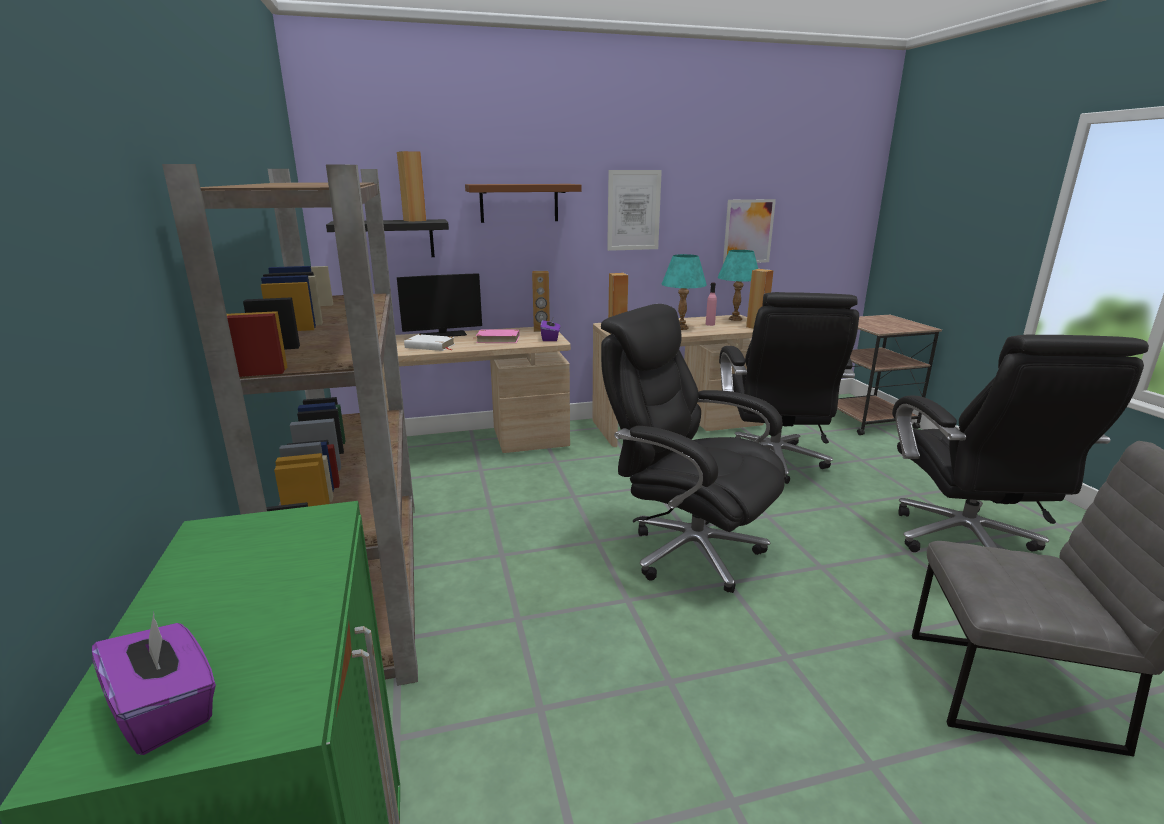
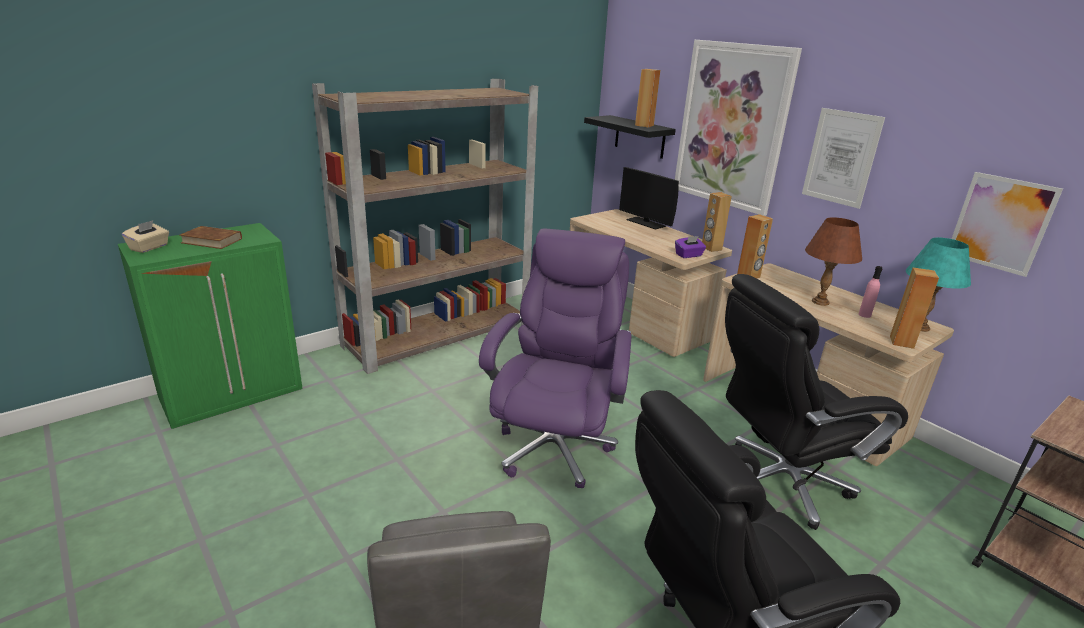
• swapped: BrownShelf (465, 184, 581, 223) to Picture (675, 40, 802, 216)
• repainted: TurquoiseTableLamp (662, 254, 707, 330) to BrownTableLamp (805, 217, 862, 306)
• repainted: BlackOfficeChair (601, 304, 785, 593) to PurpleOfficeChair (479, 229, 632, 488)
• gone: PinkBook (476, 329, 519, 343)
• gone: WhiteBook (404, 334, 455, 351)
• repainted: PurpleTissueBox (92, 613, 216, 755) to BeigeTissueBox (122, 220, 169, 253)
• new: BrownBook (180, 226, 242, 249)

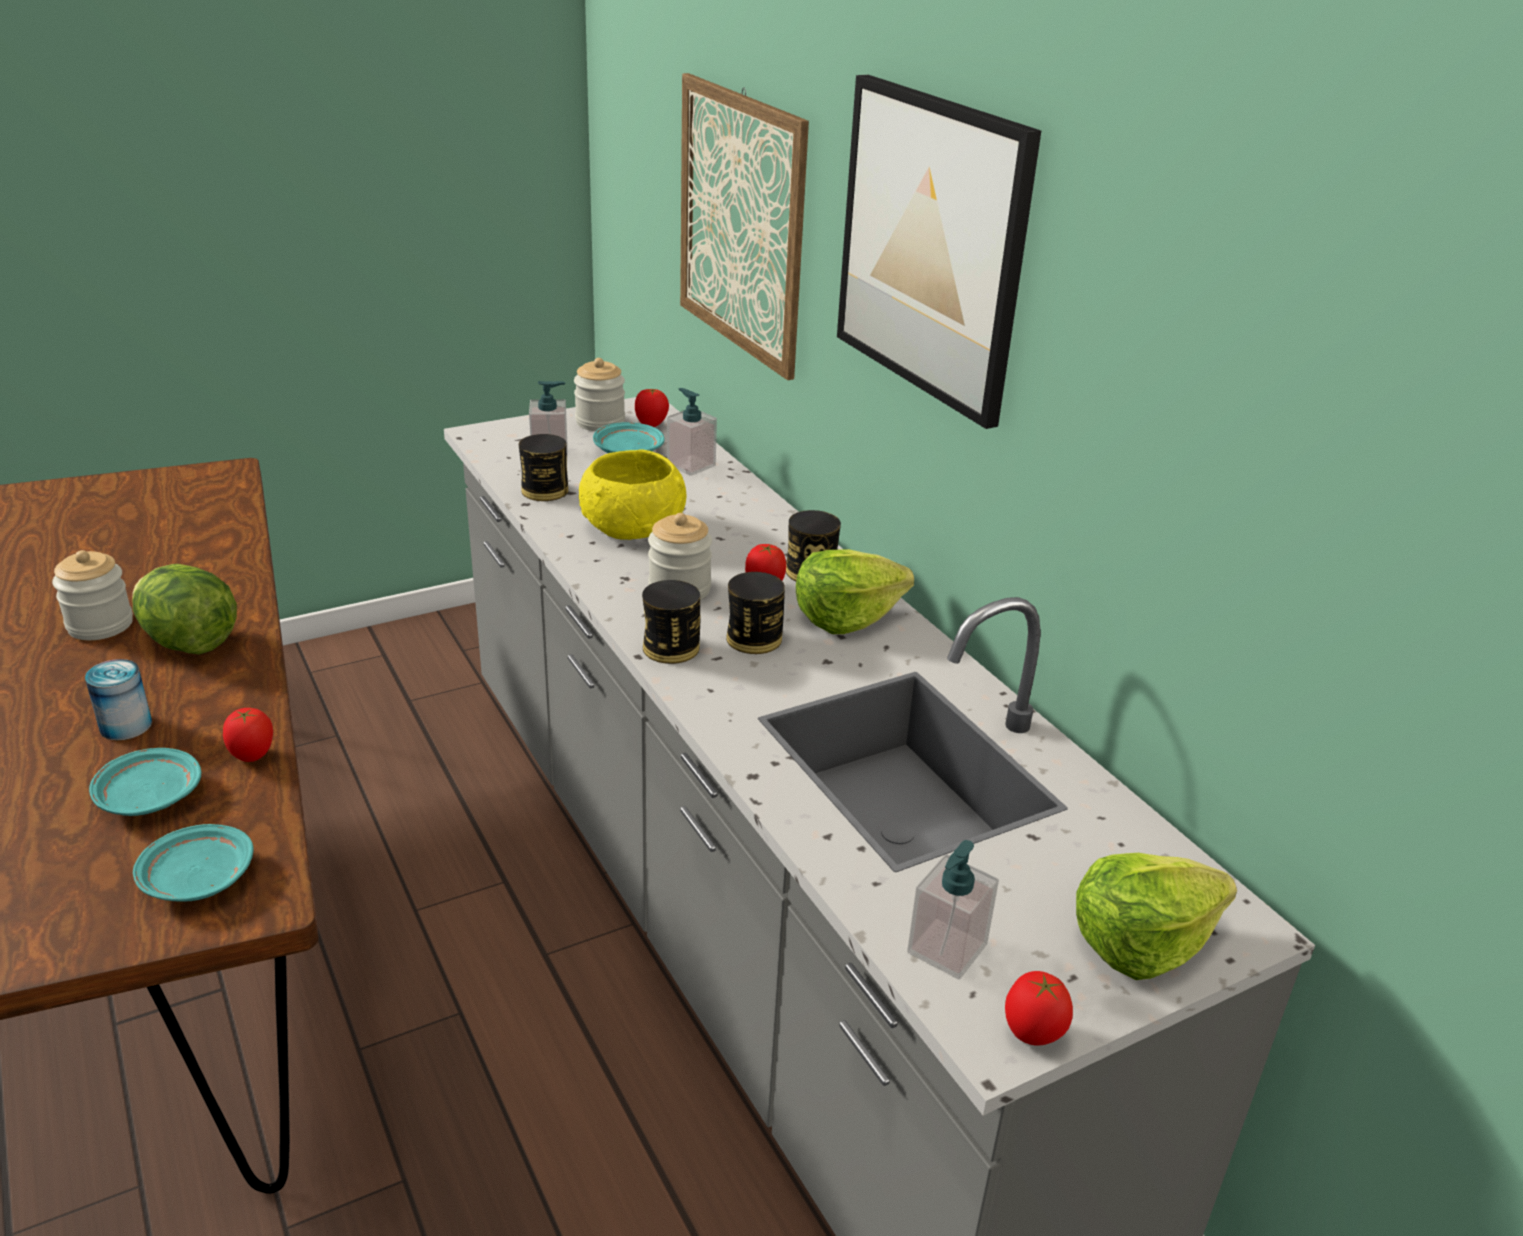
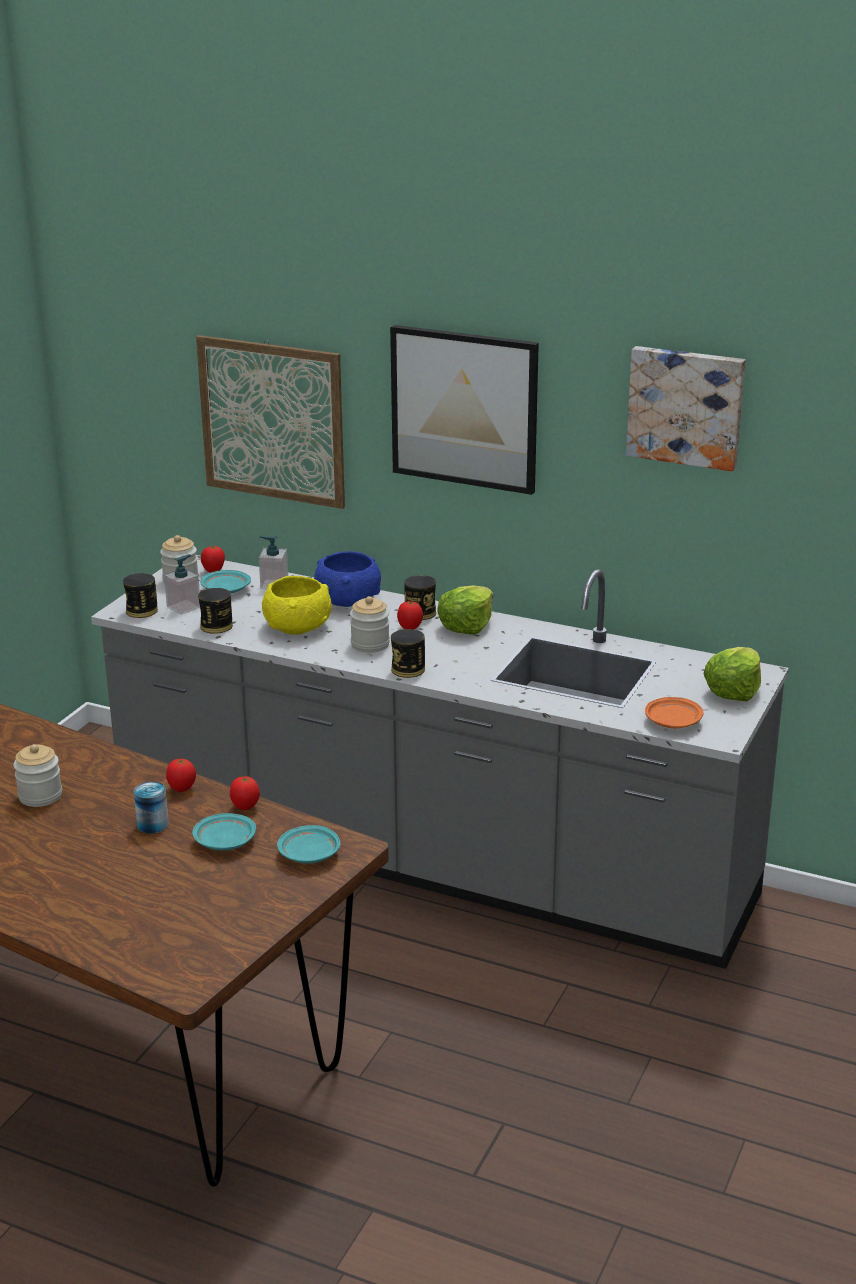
• gone: Lettuce (132, 564, 237, 655)
• shifted: Can (726, 572, 785, 654) to (123, 573, 158, 618)
• swapped: SoapDispenser (907, 840, 999, 980) to OrangePlate (645, 697, 703, 728)
• shifted: Tomato (1005, 971, 1073, 1046) to (166, 759, 196, 792)
• new: Picture (626, 346, 745, 471)
• new: BlueBowl (314, 551, 381, 607)

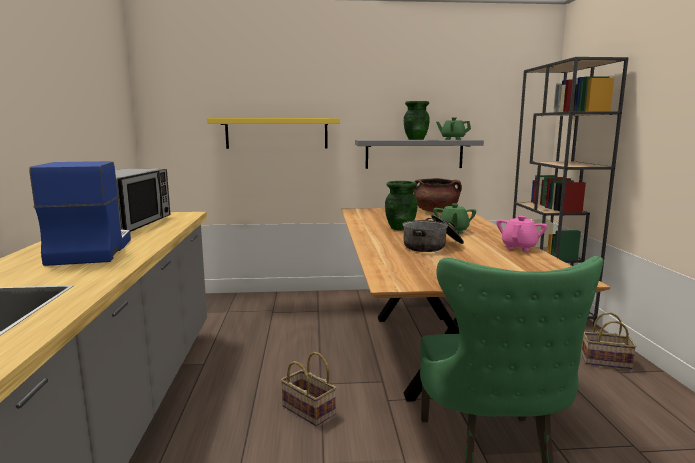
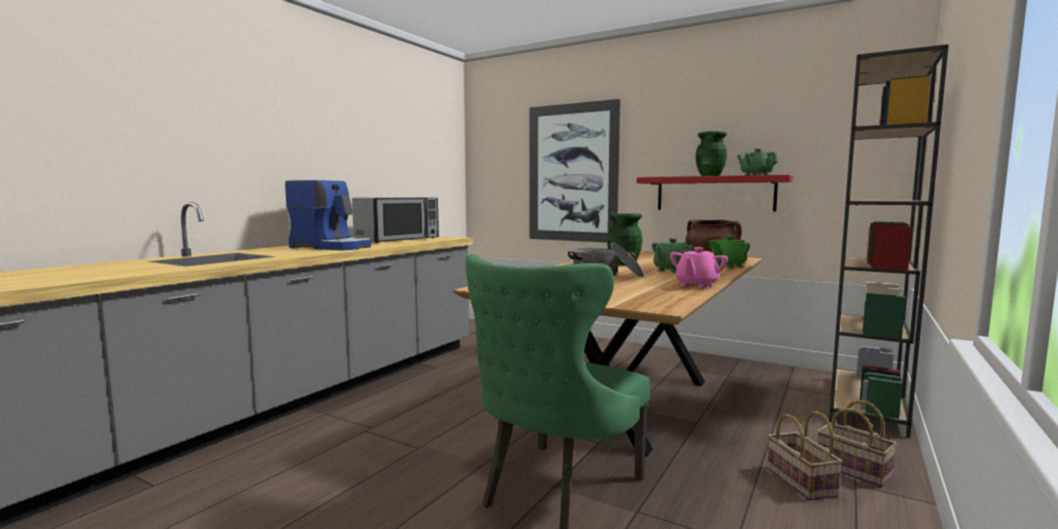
• swapped: YellowShelf (207, 118, 340, 149) to Picture (530, 99, 621, 243)
• repainted: GreyShelf (355, 139, 484, 169) to RedShelf (637, 175, 793, 212)
• rotated: CoffeeMachine (29, 161, 131, 266) = (285, 180, 371, 250) 90 degrees clockwise
• rotated: PinkTeapot (496, 216, 547, 251) = (670, 247, 728, 289) 150 degrees clockwise
• shifted: Basket (281, 352, 336, 426) to (767, 411, 843, 501)
• new: GreenTeapot (710, 236, 750, 268)

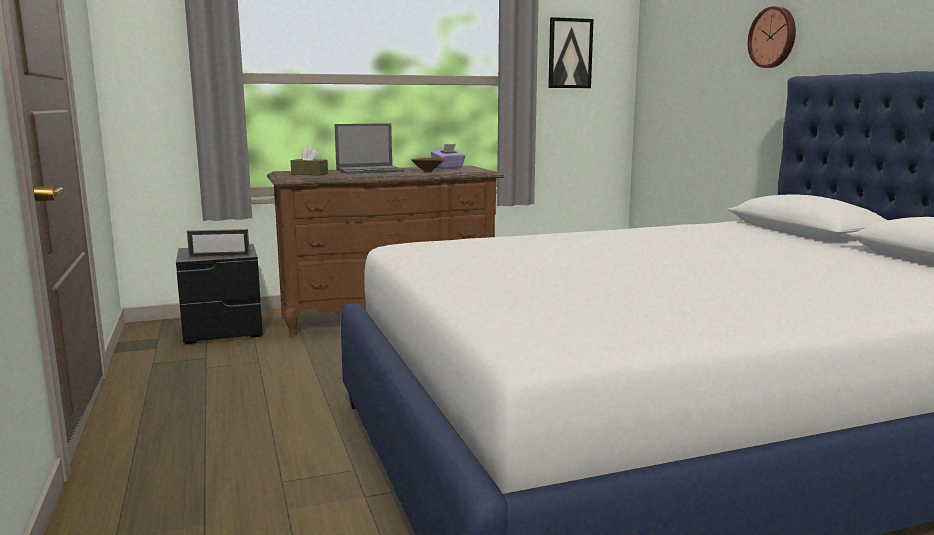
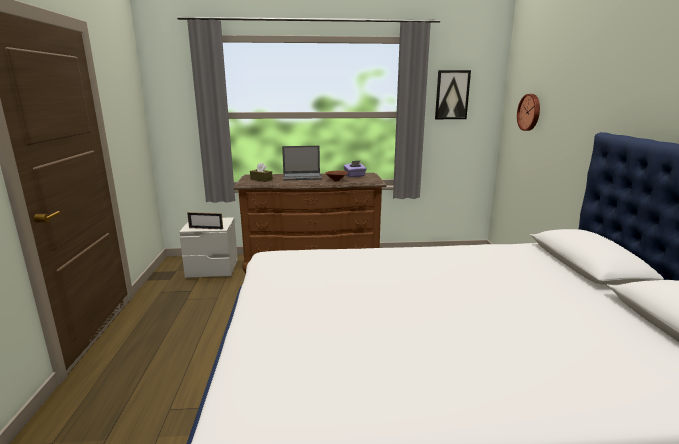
• shifted: WallClock (748, 6, 796, 68) to (517, 94, 540, 131)
• repainted: BlackNightstand (176, 244, 263, 344) to WhiteNightstand (179, 217, 238, 278)

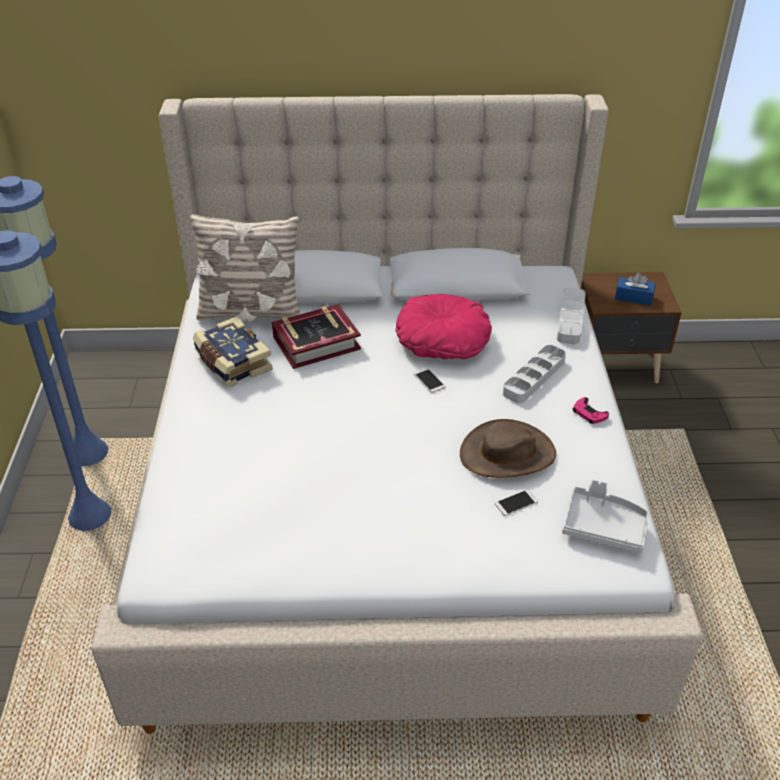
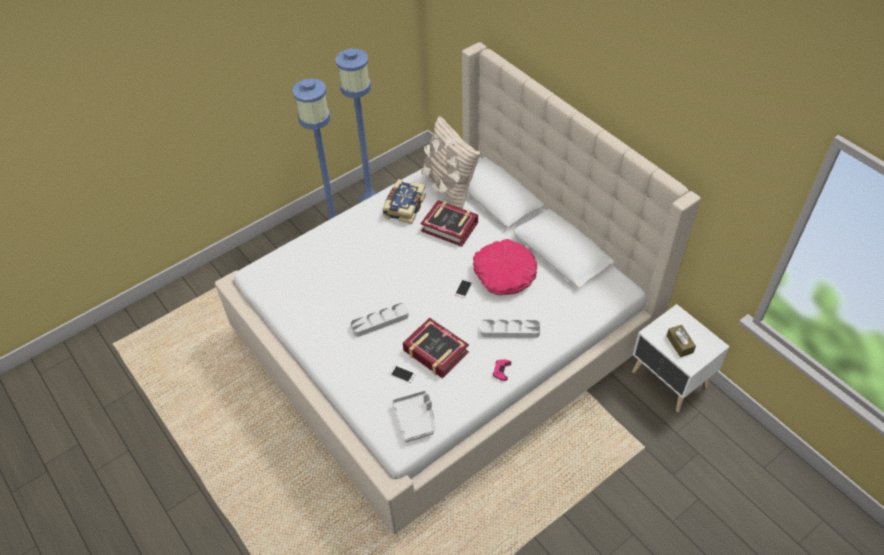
• repainted: BrownNightstand (581, 272, 682, 383) to WhiteNightstand (632, 304, 730, 412)
• repainted: BlueTissueBox (615, 273, 656, 306) to BrownTissueBox (666, 325, 696, 357)
• shifted: GreyTray (557, 288, 586, 345) to (350, 303, 409, 337)
• swapped: BrownHat (460, 419, 556, 478) to Book (403, 318, 469, 379)

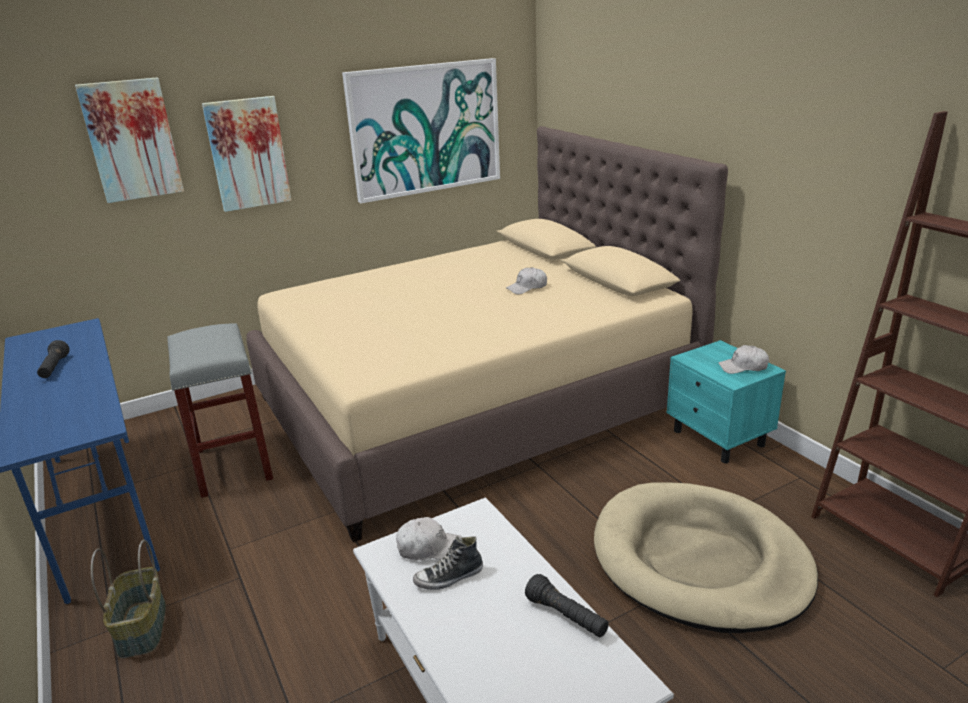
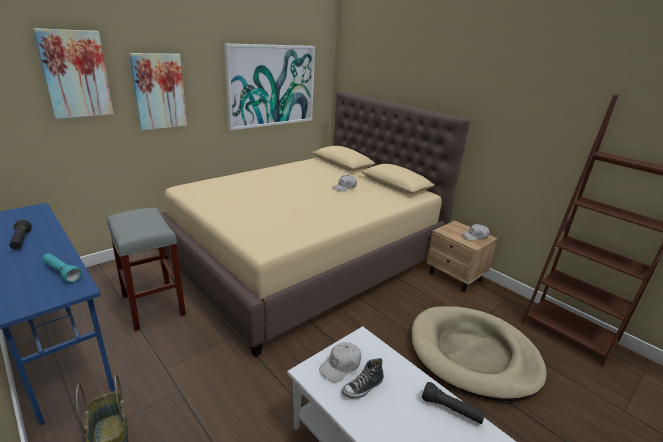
• repainted: TurquoiseNightstand (667, 340, 786, 463) to BeigeNightstand (426, 221, 498, 292)
• rotated: WhiteCap (396, 517, 463, 560) = (319, 342, 361, 383) 150 degrees clockwise
• new: TurquoiseFlashlight (42, 253, 82, 283)

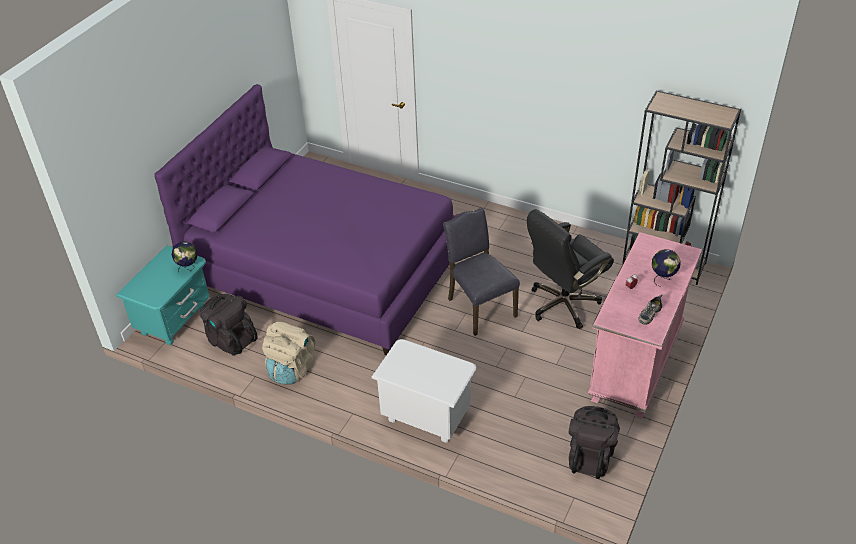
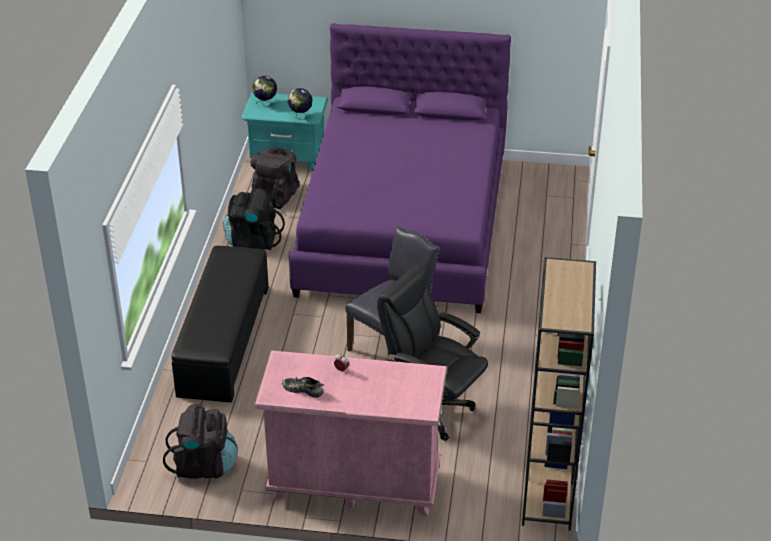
• shifted: Globe (652, 249, 681, 287) to (252, 76, 277, 107)
• repainted: BeigeBackpack (262, 322, 315, 384) to BlackBackpack (223, 189, 285, 250)
• swapped: WhiteNightstand (372, 339, 476, 443) to BlackBench (171, 246, 269, 403)

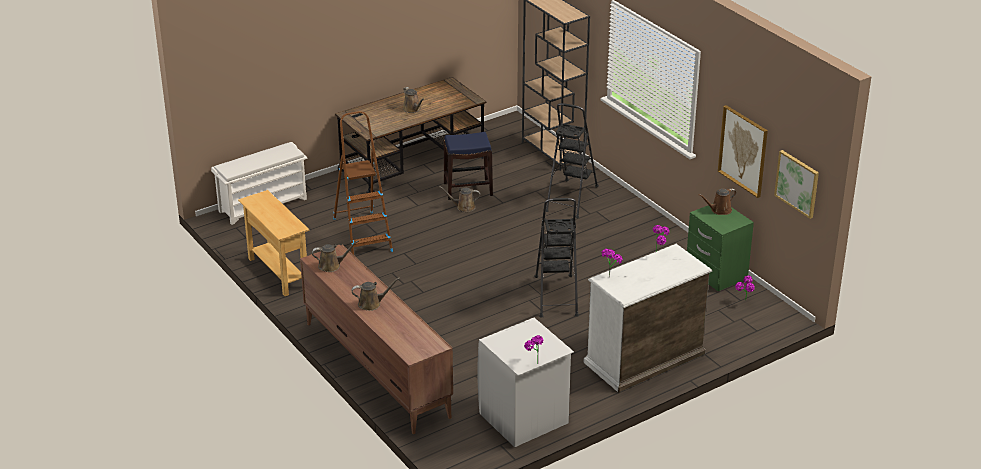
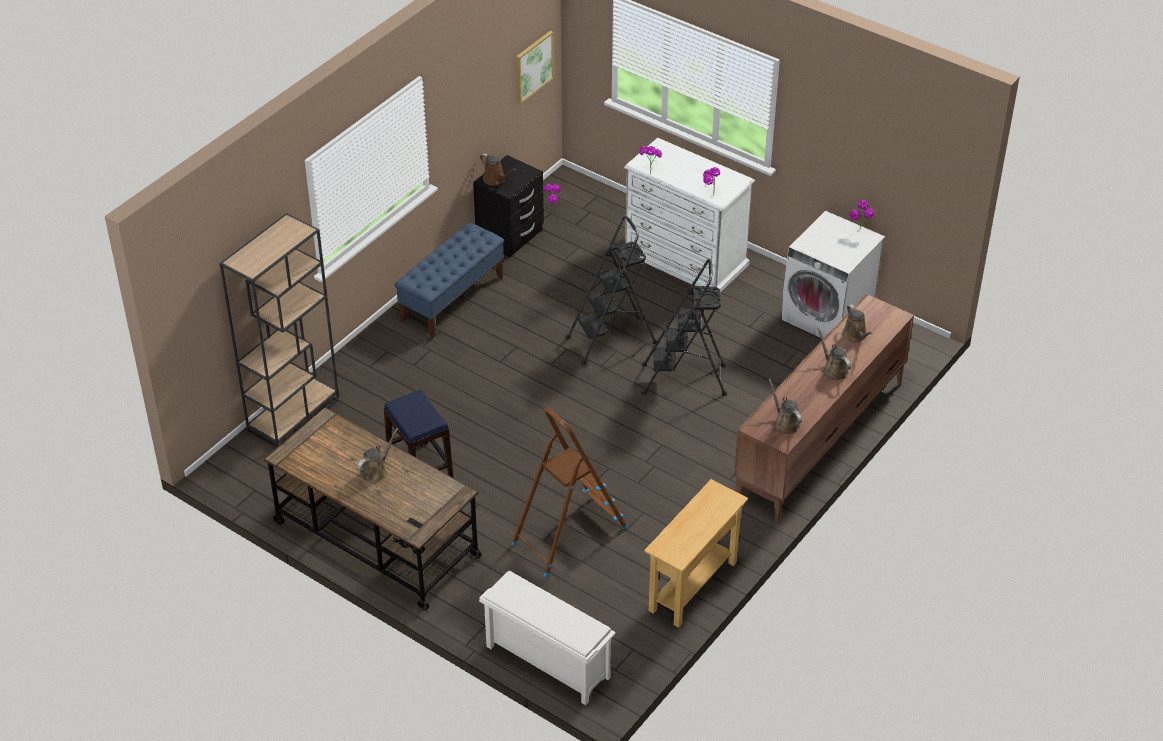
• shifted: StepLadder (546, 103, 599, 218) to (642, 259, 727, 396)
• gone: Picture (718, 105, 768, 198)
• shifted: BrownWateringCan (439, 186, 480, 212) to (842, 304, 873, 342)
• repainted: GreenNightstand (687, 205, 754, 291) to BlackNightstand (473, 155, 544, 257)
• new: BlueBench (395, 223, 504, 338)

